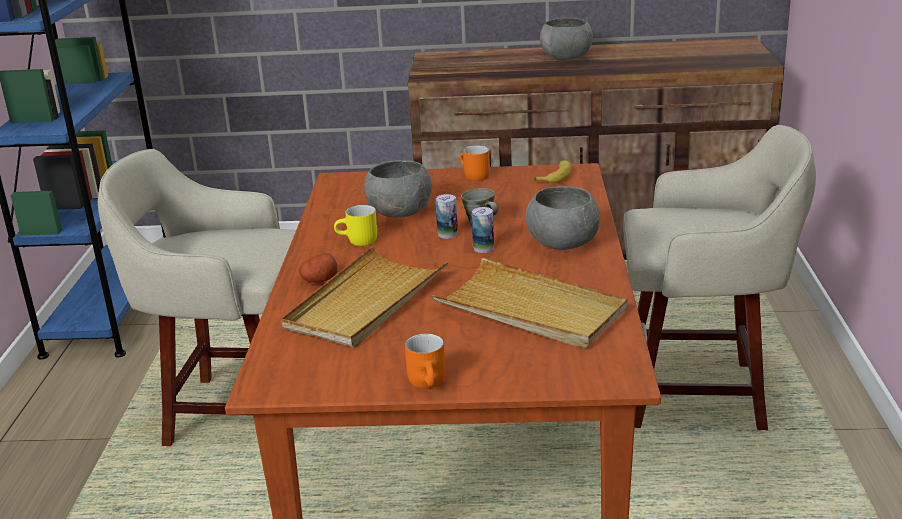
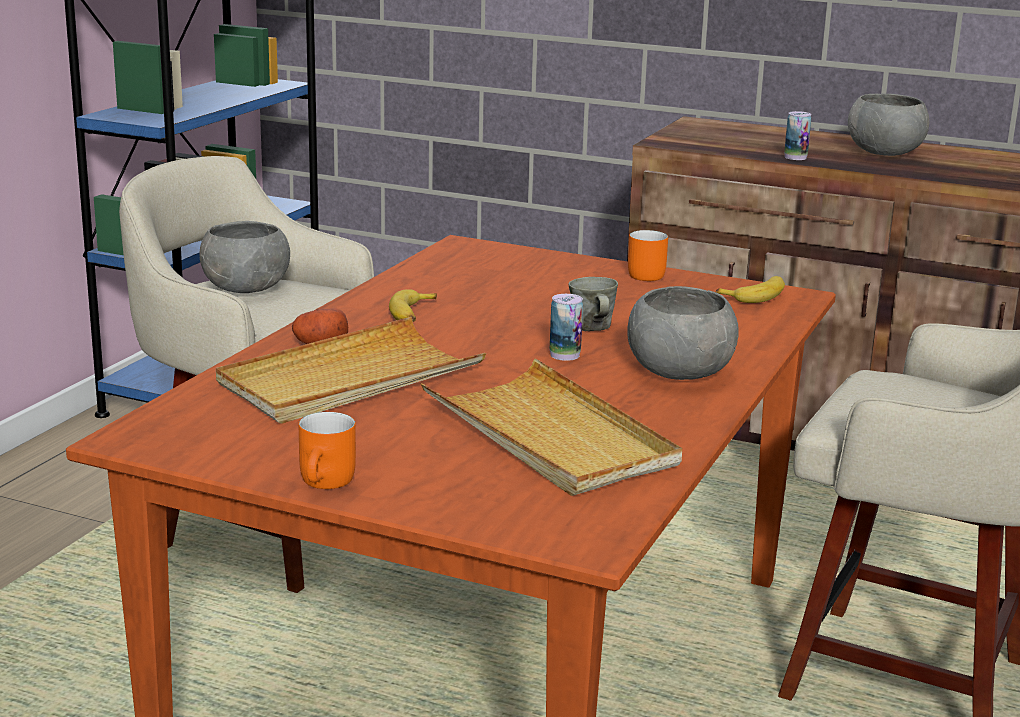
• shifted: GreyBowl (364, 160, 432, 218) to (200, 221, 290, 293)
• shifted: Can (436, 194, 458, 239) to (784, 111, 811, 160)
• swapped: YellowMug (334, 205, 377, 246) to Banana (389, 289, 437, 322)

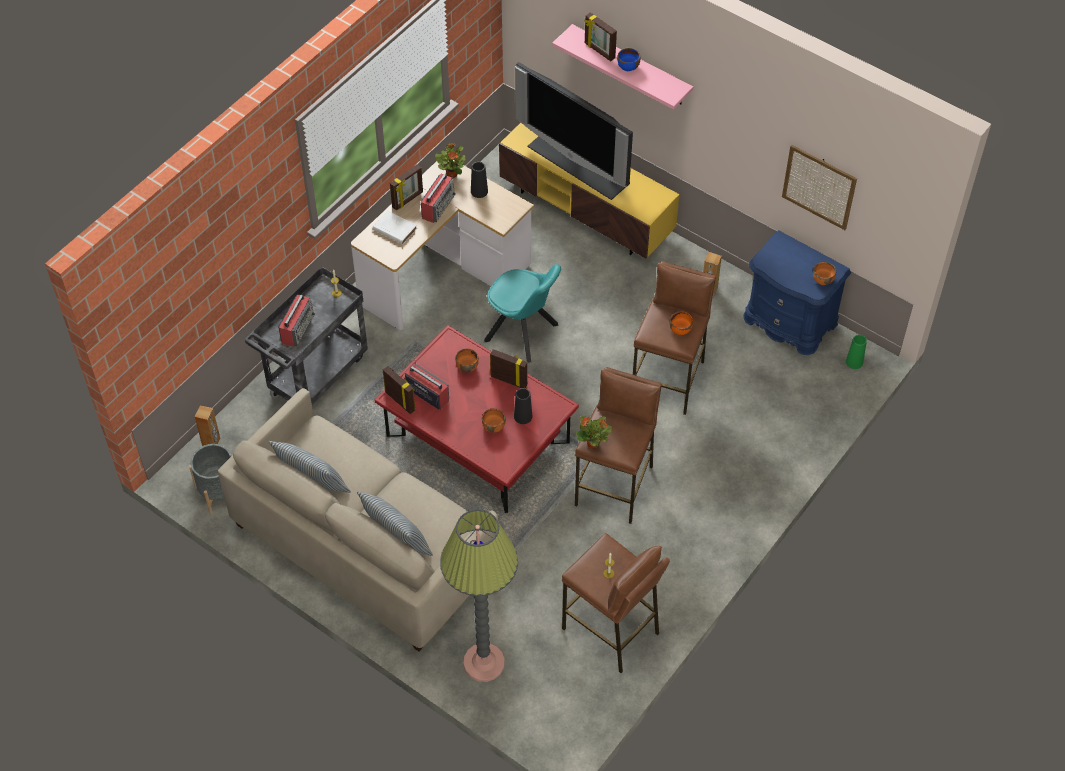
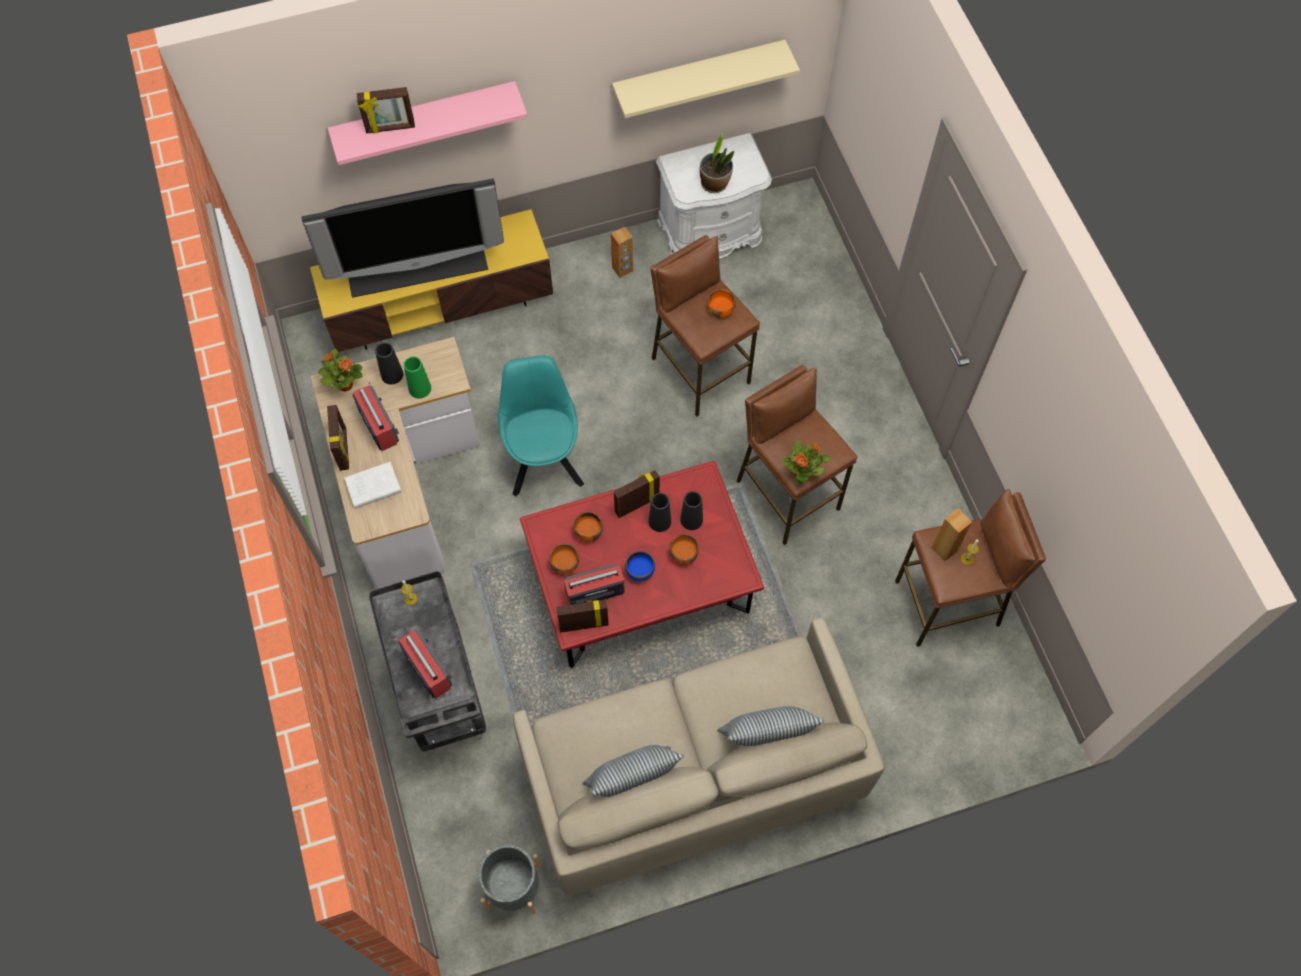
• shifted: BlueBowl (617, 48, 640, 71) to (625, 551, 655, 581)
• swapped: Picture (782, 145, 857, 230) to BeigeShelf (612, 40, 800, 118)
• repainted: BlueNightstand (743, 230, 851, 355) to WhiteNightstand (656, 133, 772, 258)
• shifted: OrangeBowl (813, 262, 836, 285) to (549, 544, 579, 574)
• rotated: TurquoiseChair (484, 264, 561, 363) = (498, 356, 584, 497) 75 degrees counterclockwise
• shifted: GreenVase (846, 335, 867, 369) to (404, 357, 431, 398)
• shifted: BrownSpeaker (195, 406, 220, 446) to (931, 508, 972, 561)
• gone: FloorLamp (440, 509, 518, 682)
• new: PottedPlant (700, 132, 734, 193)
• new: BlackVase (649, 493, 671, 532)

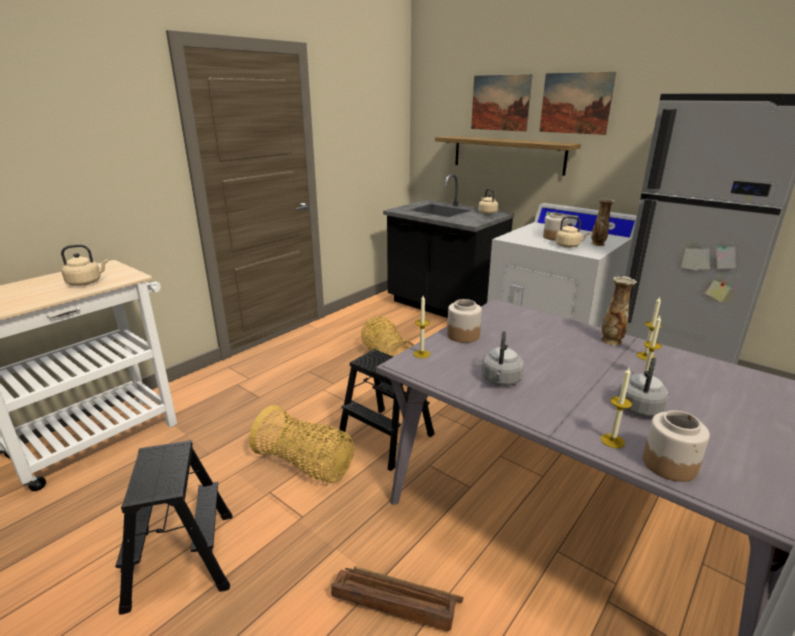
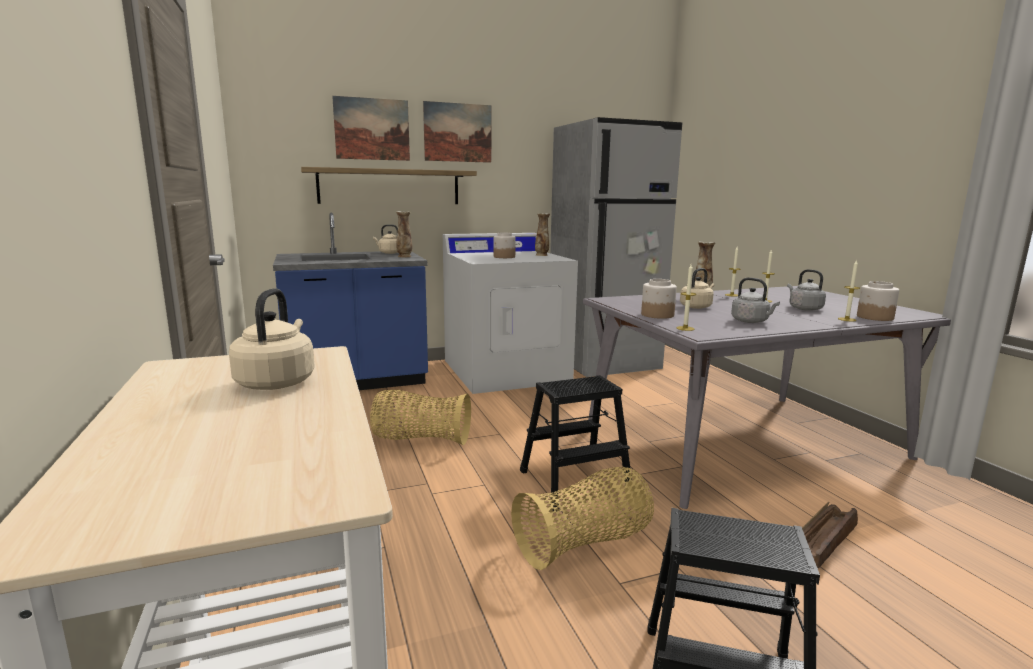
• repainted: BlackCounter (383, 174, 514, 318) to BlueCounter (273, 212, 428, 390)
• shifted: BeigeKettle (556, 216, 590, 248) to (680, 268, 714, 309)
• new: Vase (396, 211, 412, 257)

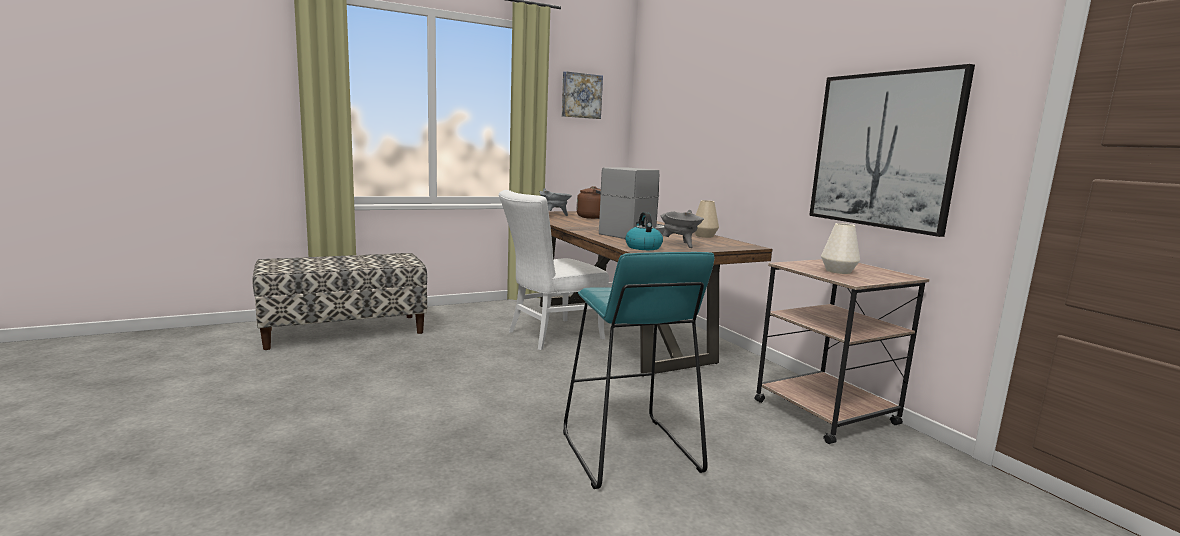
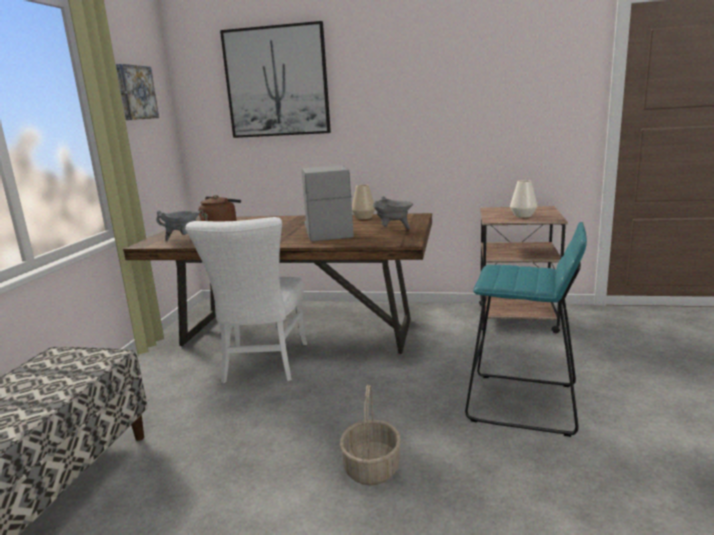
• shifted: Picture (809, 64, 975, 237) to (220, 21, 331, 138)
• gone: Kettle (625, 212, 663, 250)
• new: Basket (340, 385, 401, 486)

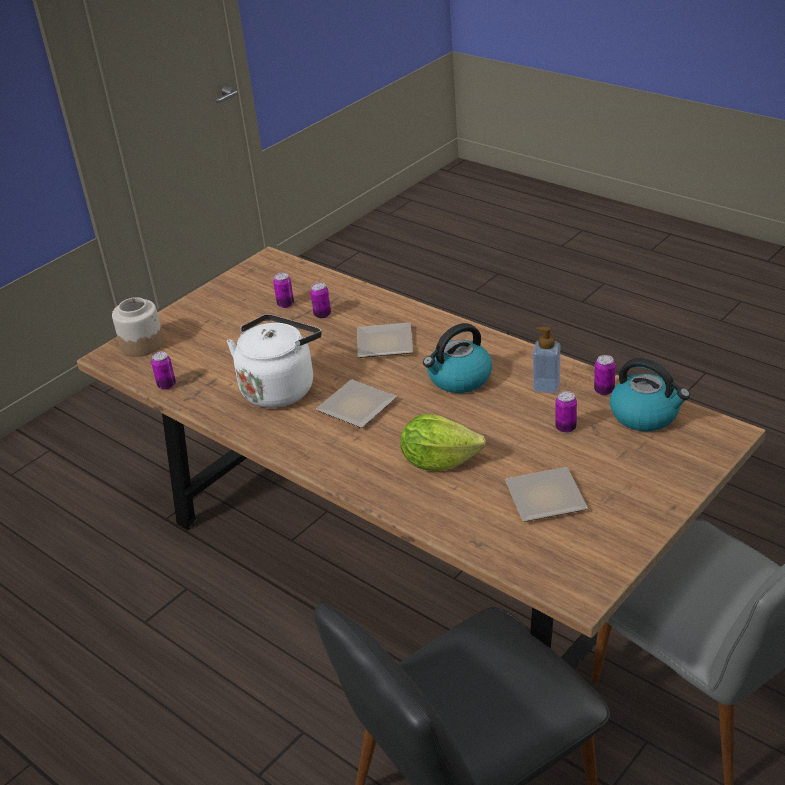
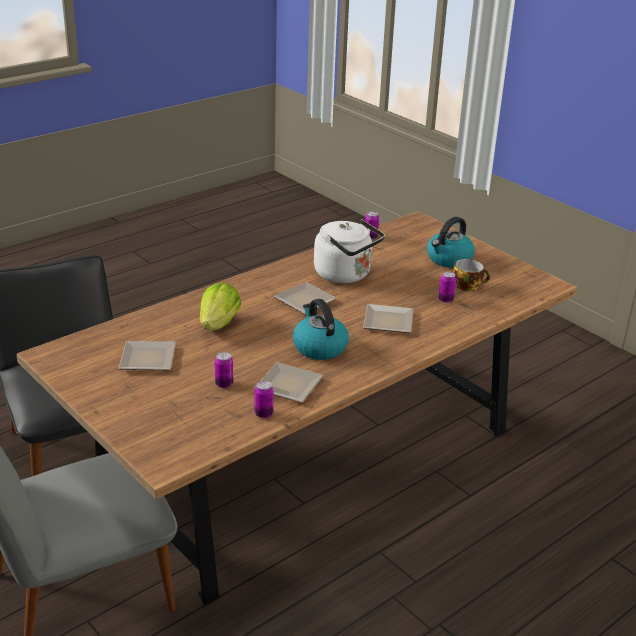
• swapped: Can (273, 273, 294, 308) to Cup (453, 259, 490, 291)
• gone: Jar (112, 297, 164, 357)
• swapped: SoapDispenser (533, 327, 560, 393) to Plate (254, 362, 324, 403)
• shifted: Kettle (610, 358, 690, 431) to (427, 217, 475, 268)

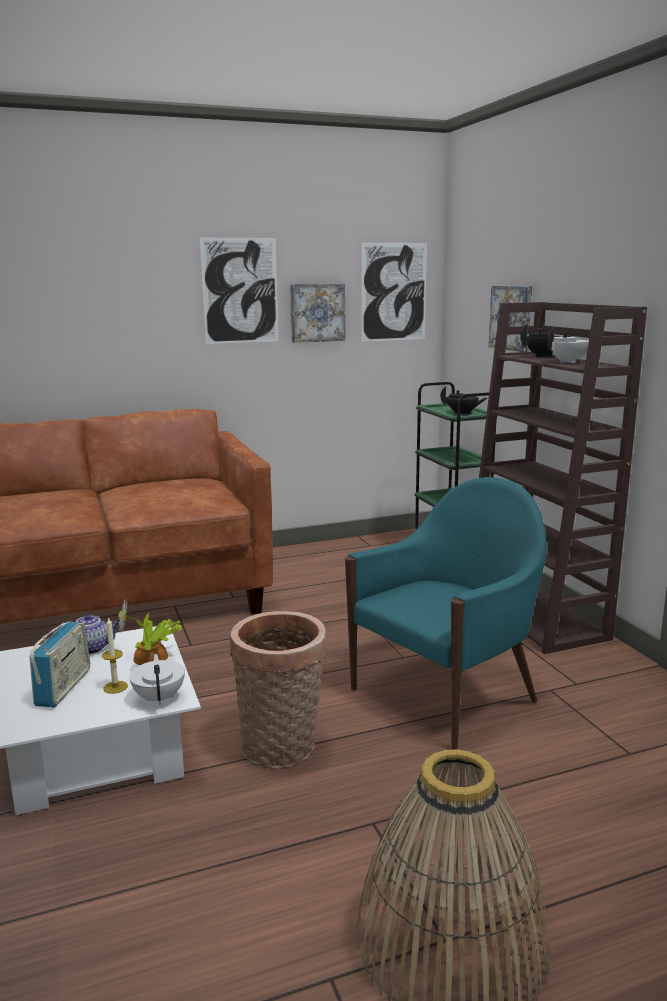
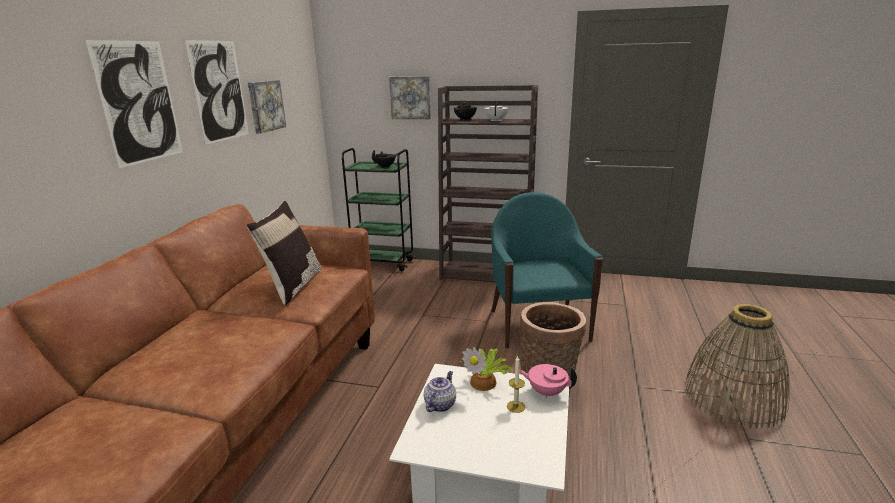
• shifted: Picture (361, 243, 427, 342) to (85, 40, 183, 168)
• gone: Radio (29, 621, 90, 708)
• repainted: WhiteTeapot (129, 654, 185, 705) to PinkTeapot (519, 364, 577, 398)
• new: Pillow (247, 201, 322, 305)

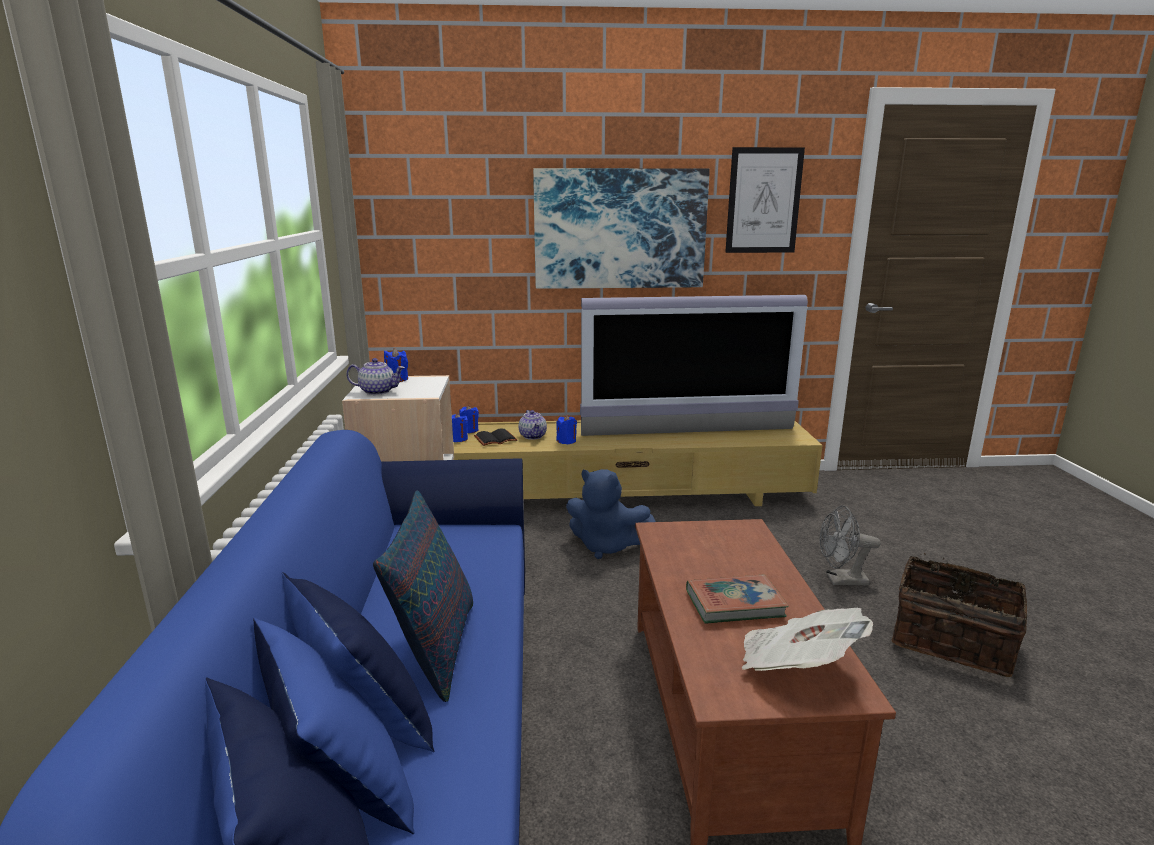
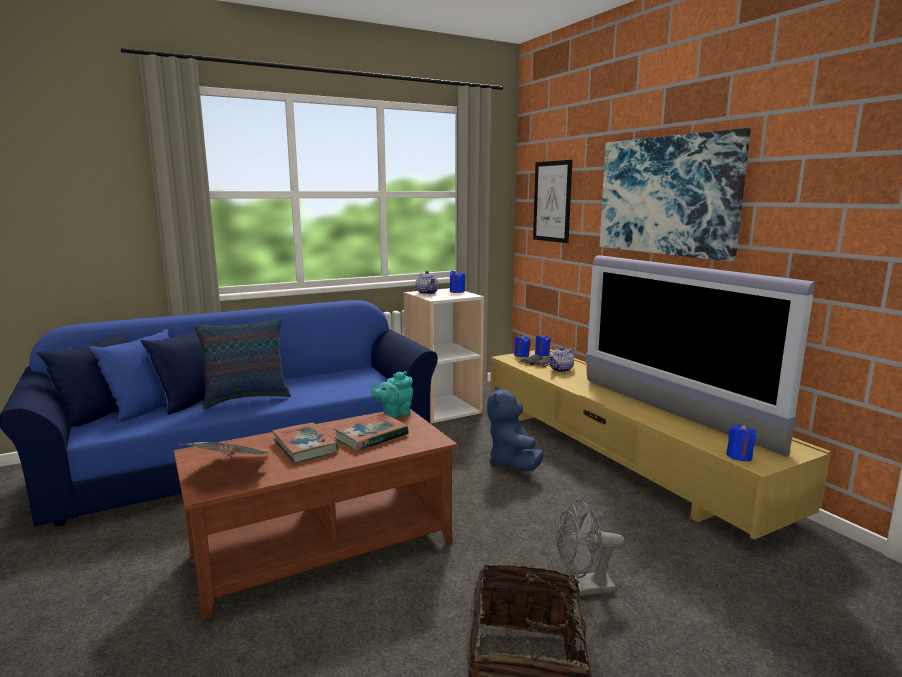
• shifted: Picture (725, 147, 805, 253) to (533, 160, 572, 243)
• shifted: BlueCandle (556, 415, 577, 444) to (726, 424, 756, 461)
• rotated: GreyFan (820, 505, 881, 585) = (557, 500, 625, 596) 75 degrees counterclockwise
• new: TurquoiseTeapot (371, 371, 413, 418)
• new: Book (334, 414, 409, 451)

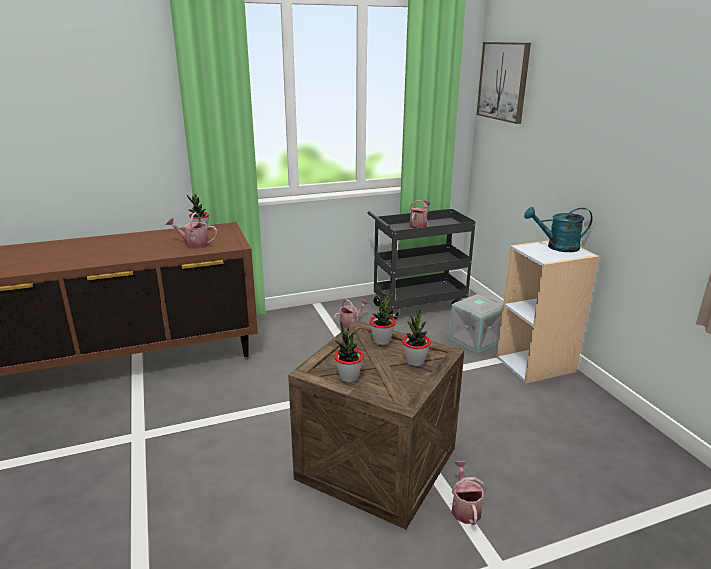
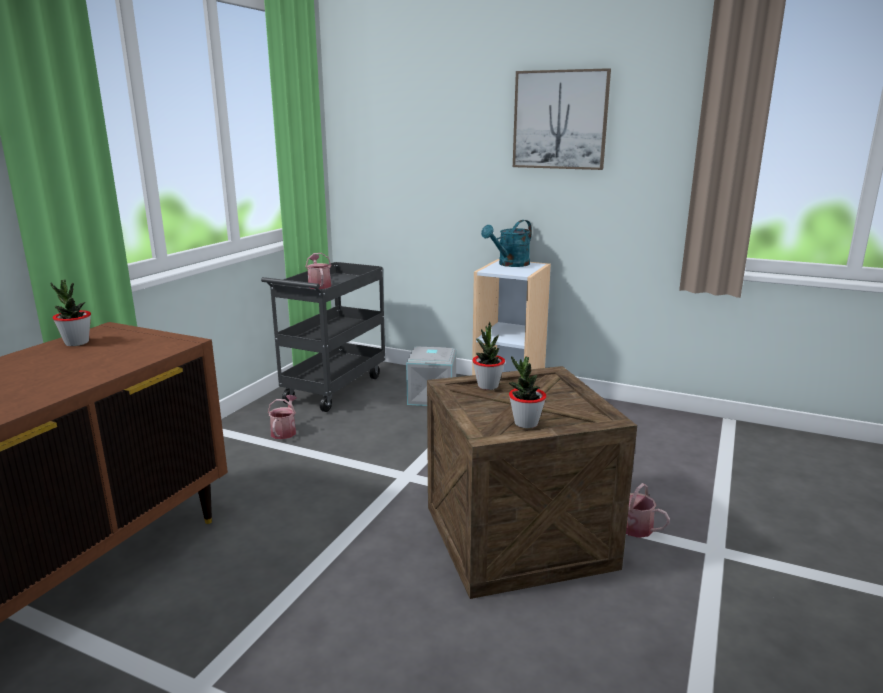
• shifted: Picture (477, 42, 531, 124) to (513, 68, 611, 170)
• gone: WateringCan (166, 212, 218, 249)
• gone: PottedPlant (402, 308, 431, 366)

